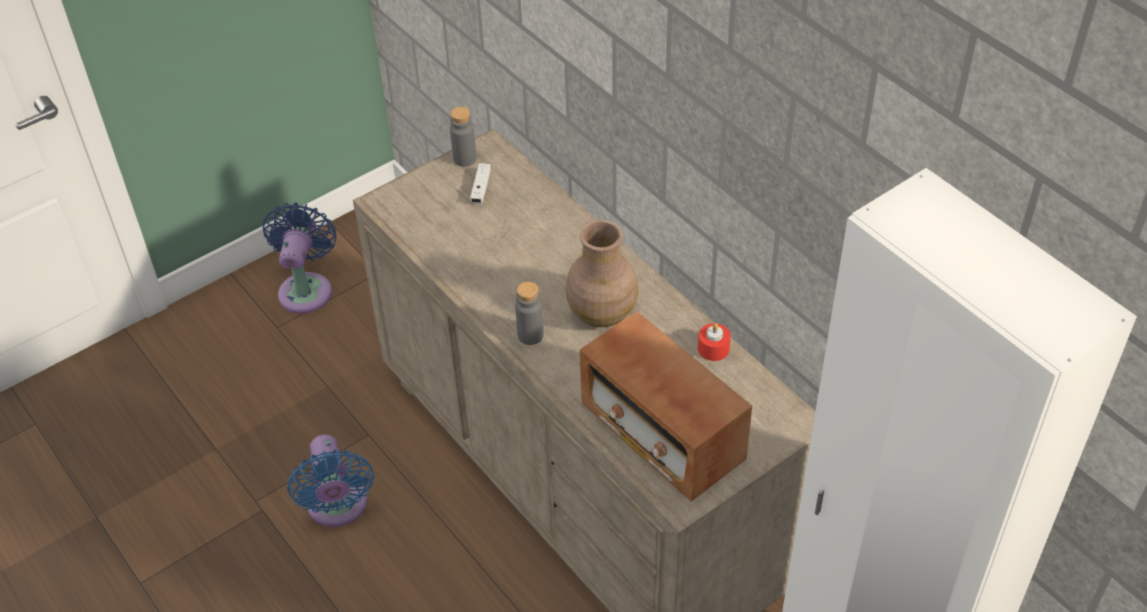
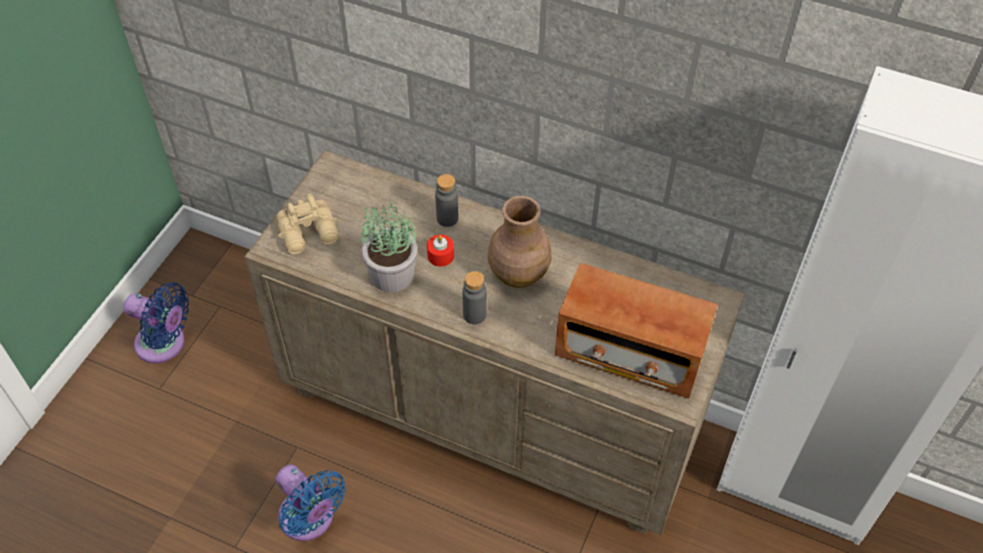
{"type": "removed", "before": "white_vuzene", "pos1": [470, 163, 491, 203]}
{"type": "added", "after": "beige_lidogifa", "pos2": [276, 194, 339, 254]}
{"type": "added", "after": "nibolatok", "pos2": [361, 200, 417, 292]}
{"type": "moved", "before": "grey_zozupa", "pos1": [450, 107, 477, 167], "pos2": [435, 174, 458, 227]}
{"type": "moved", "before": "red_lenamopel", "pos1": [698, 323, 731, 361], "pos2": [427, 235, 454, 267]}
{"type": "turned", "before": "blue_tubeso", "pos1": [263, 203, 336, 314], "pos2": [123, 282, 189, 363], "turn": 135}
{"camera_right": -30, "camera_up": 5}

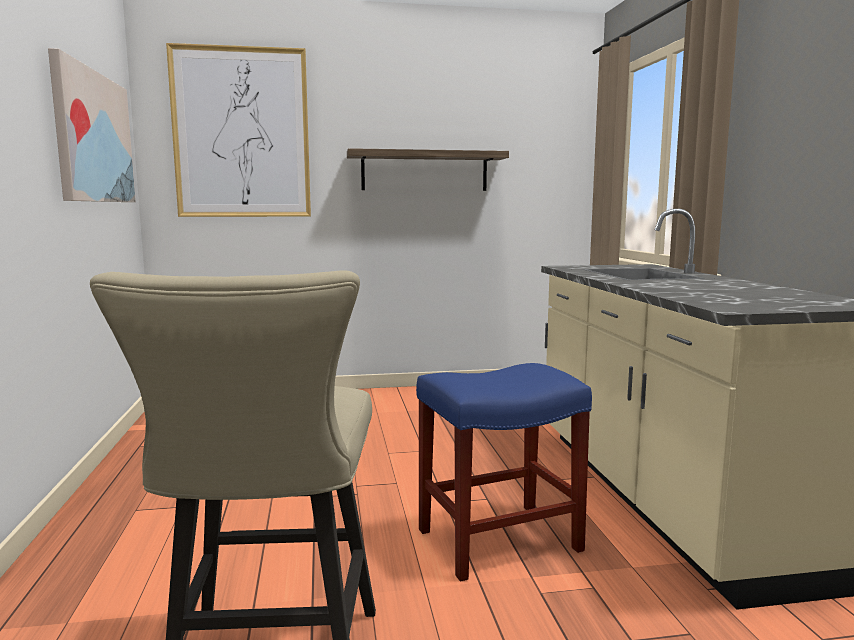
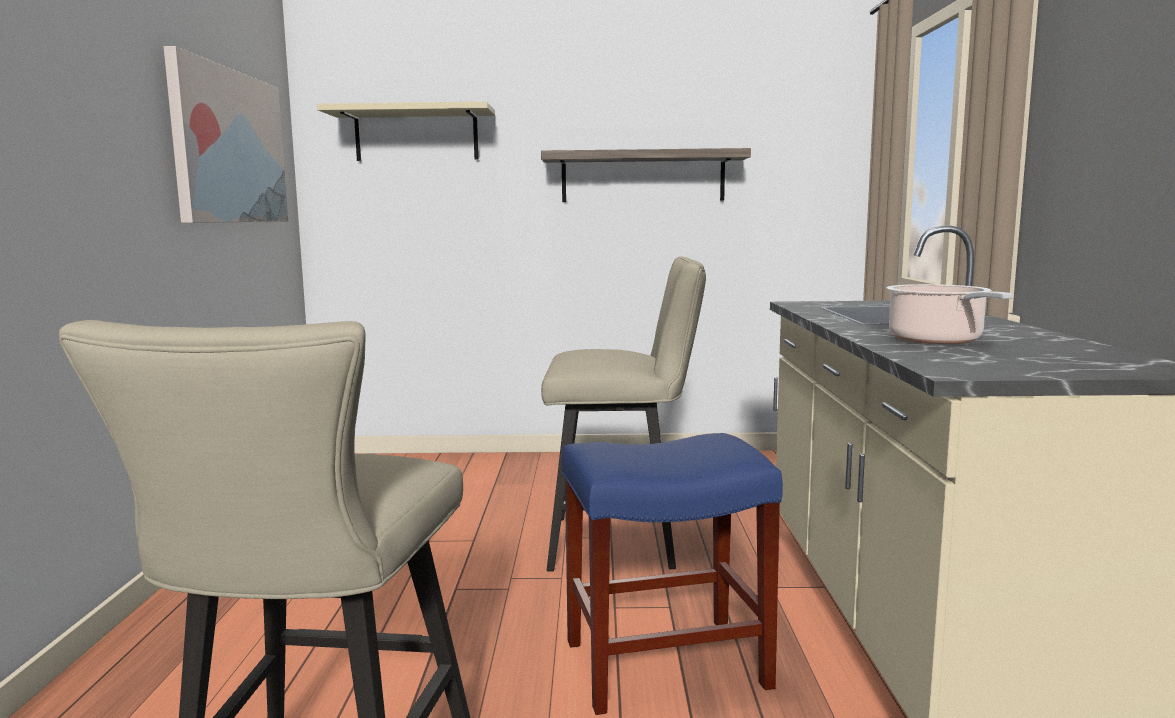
{"type": "added", "after": "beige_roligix", "pos2": [541, 256, 706, 572]}
{"type": "added", "after": "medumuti", "pos2": [887, 284, 1013, 344]}
{"type": "replaced", "before": "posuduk", "after": "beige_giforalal", "pos1": [166, 43, 311, 217], "pos2": [317, 102, 495, 161]}
{"camera_right": 10, "camera_up": 0}

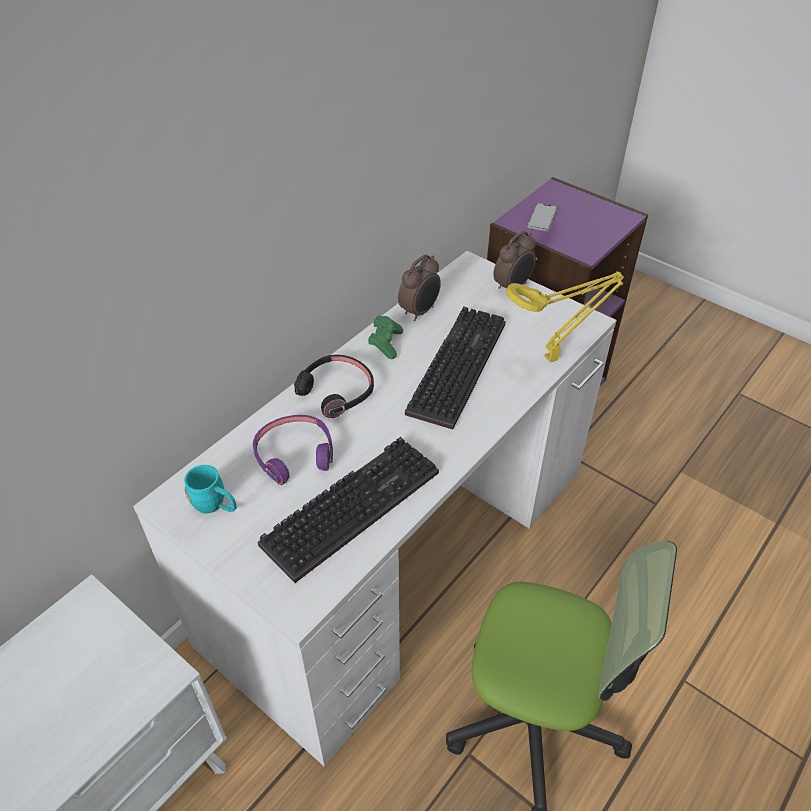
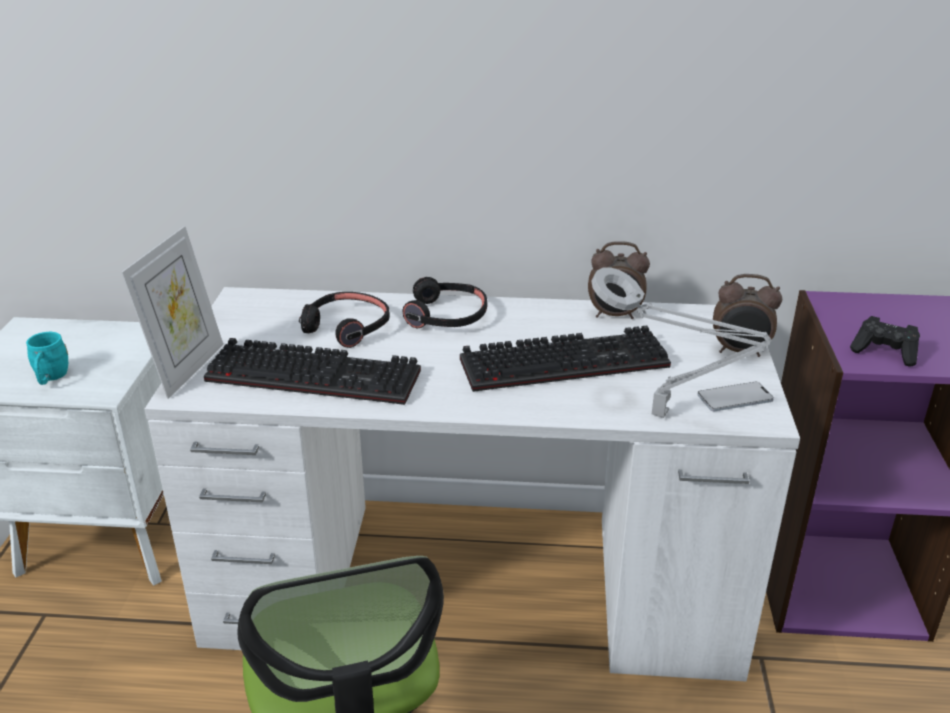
{"type": "removed", "before": "green_vuzene", "pos1": [368, 316, 403, 359]}
{"type": "added", "after": "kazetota", "pos2": [121, 226, 223, 399]}
{"type": "added", "after": "black_vuzene", "pos2": [850, 316, 920, 367]}
{"type": "moved", "before": "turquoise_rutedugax", "pos1": [184, 465, 236, 514], "pos2": [26, 332, 68, 385]}
{"type": "moved", "before": "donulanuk", "pos1": [527, 203, 557, 231], "pos2": [697, 382, 774, 411]}
{"type": "recoloured", "before": "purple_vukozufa", "after": "black_vukozufa", "pos1": [253, 415, 333, 485], "pos2": [299, 292, 390, 348]}
{"type": "recoloured", "before": "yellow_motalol", "after": "grey_motalol", "pos1": [506, 271, 624, 363], "pos2": [591, 268, 772, 418]}
{"camera_right": 55, "camera_up": -15}

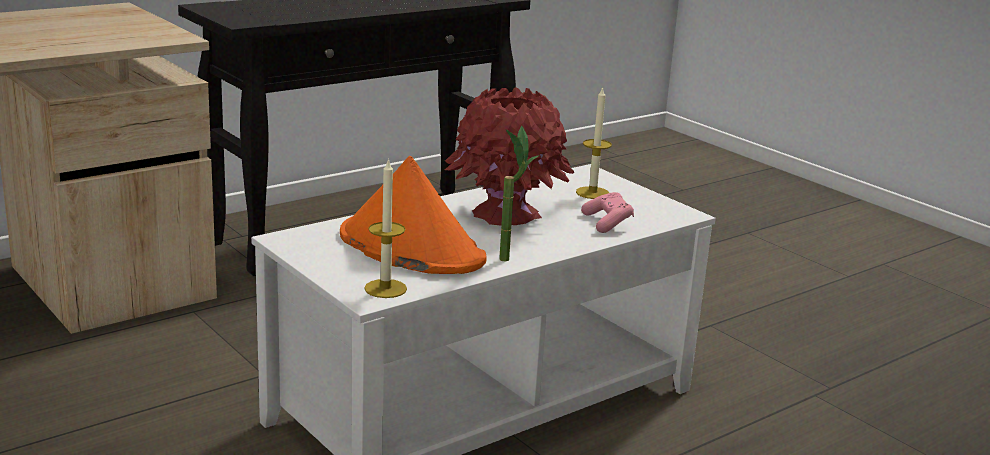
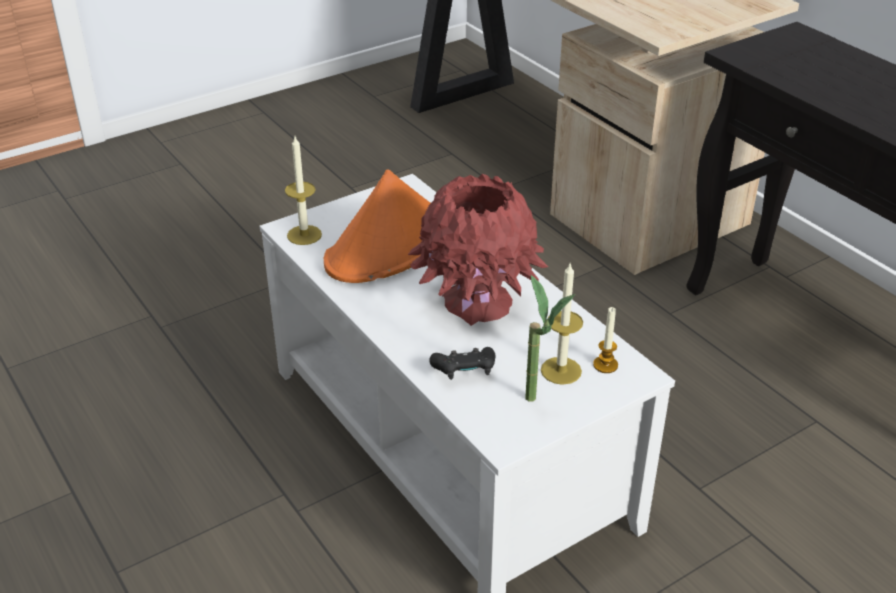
{"type": "added", "after": "lenamopel", "pos2": [593, 307, 618, 373]}
{"type": "moved", "before": "nibolatok", "pos1": [499, 125, 540, 262], "pos2": [525, 275, 575, 402]}
{"type": "recoloured", "before": "pink_vuzene", "after": "black_vuzene", "pos1": [581, 192, 634, 233], "pos2": [429, 347, 496, 380]}
{"camera_right": 95, "camera_up": 15}

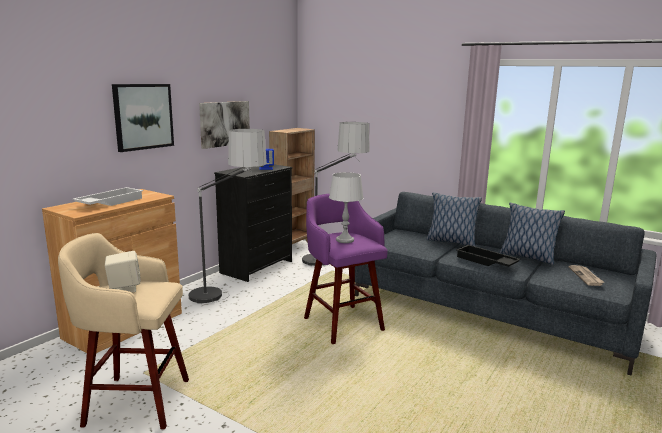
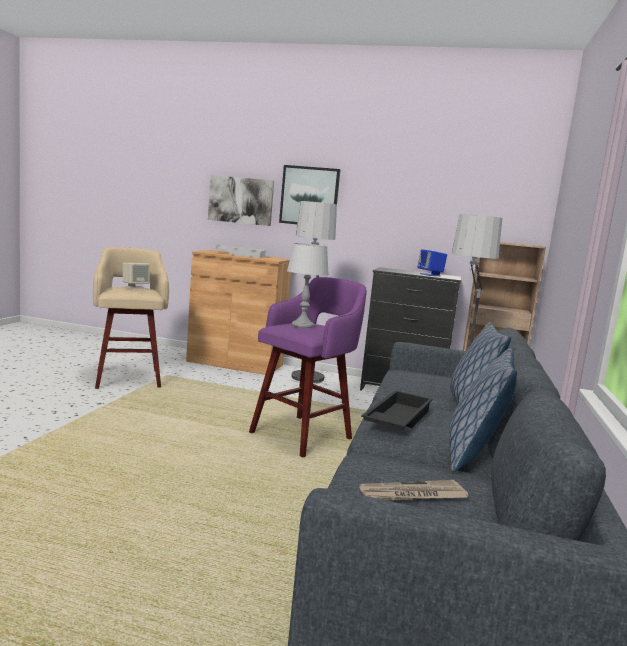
{"type": "moved", "before": "posuduk", "pos1": [199, 101, 250, 149], "pos2": [208, 175, 274, 226]}
{"camera_right": 70, "camera_up": -5}

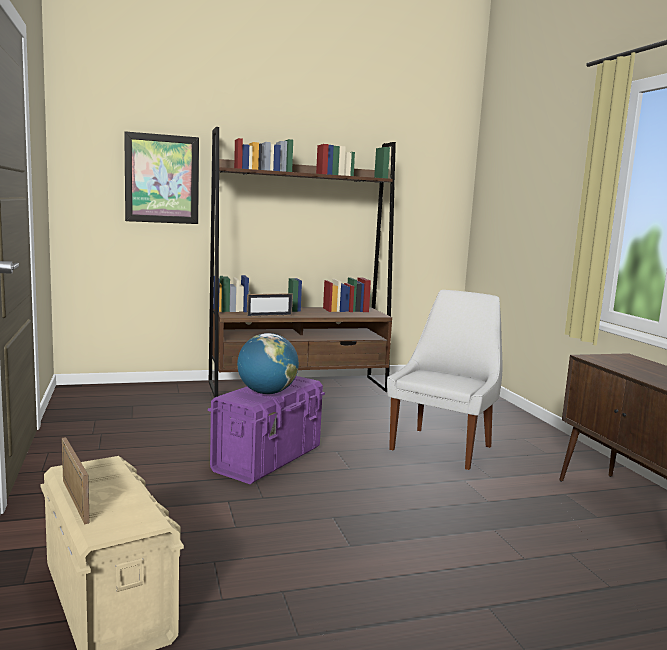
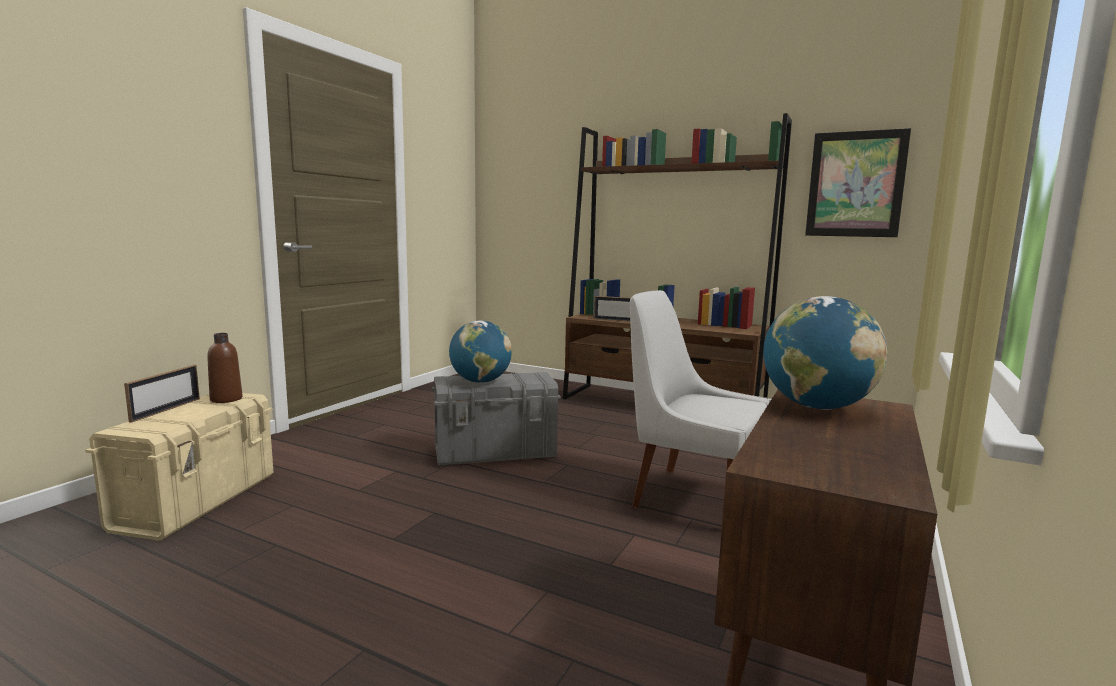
{"type": "added", "after": "brown_zozupa", "pos2": [207, 333, 243, 403]}
{"type": "added", "after": "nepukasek", "pos2": [763, 296, 887, 409]}
{"type": "moved", "before": "posuduk", "pos1": [124, 131, 199, 224], "pos2": [805, 128, 911, 237]}
{"type": "recoloured", "before": "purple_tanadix", "after": "grey_tanadix", "pos1": [208, 376, 325, 484], "pos2": [432, 372, 561, 466]}
{"type": "turned", "before": "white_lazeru", "pos1": [387, 290, 502, 470], "pos2": [630, 290, 769, 508], "turn": -135}
{"camera_right": 45, "camera_up": 0}

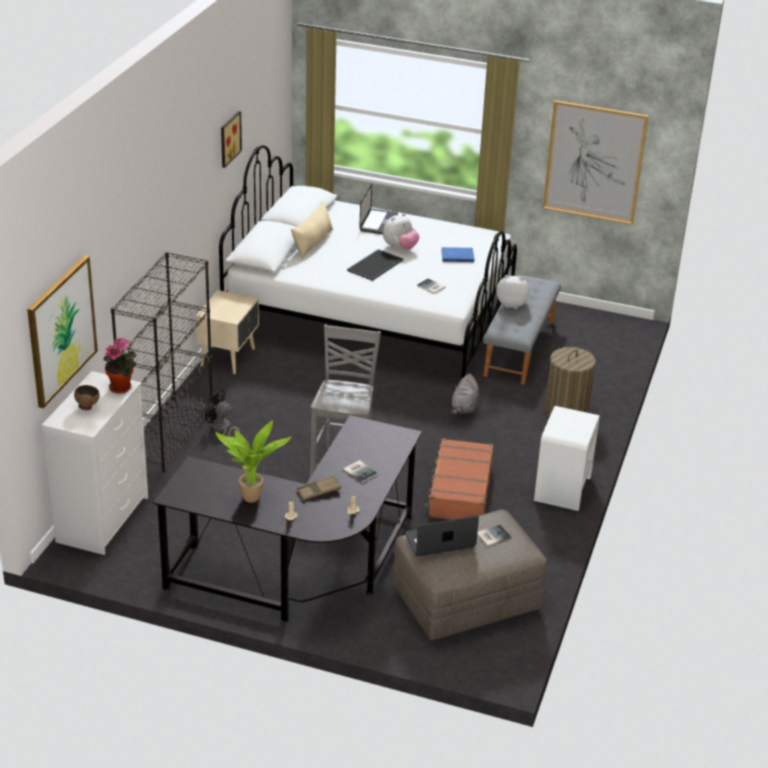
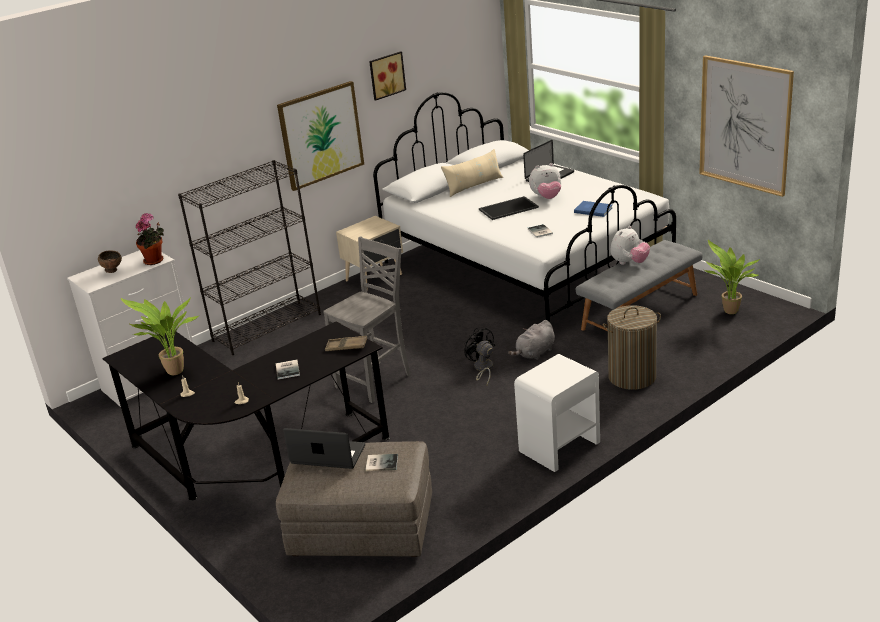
{"type": "removed", "before": "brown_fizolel", "pos1": [425, 438, 493, 520]}
{"type": "added", "after": "nibolatok", "pos2": [704, 240, 761, 314]}
{"type": "moved", "before": "posuduk", "pos1": [27, 255, 98, 408], "pos2": [277, 81, 364, 191]}
{"type": "moved", "before": "black_tubeso", "pos1": [205, 388, 240, 437], "pos2": [464, 328, 495, 385]}
{"type": "moved", "before": "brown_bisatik", "pos1": [296, 475, 342, 500], "pos2": [325, 336, 367, 351]}
{"type": "turned", "before": "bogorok", "pos1": [496, 275, 530, 309], "pos2": [611, 226, 650, 265], "turn": 90}
{"camera_right": 35, "camera_up": -5}

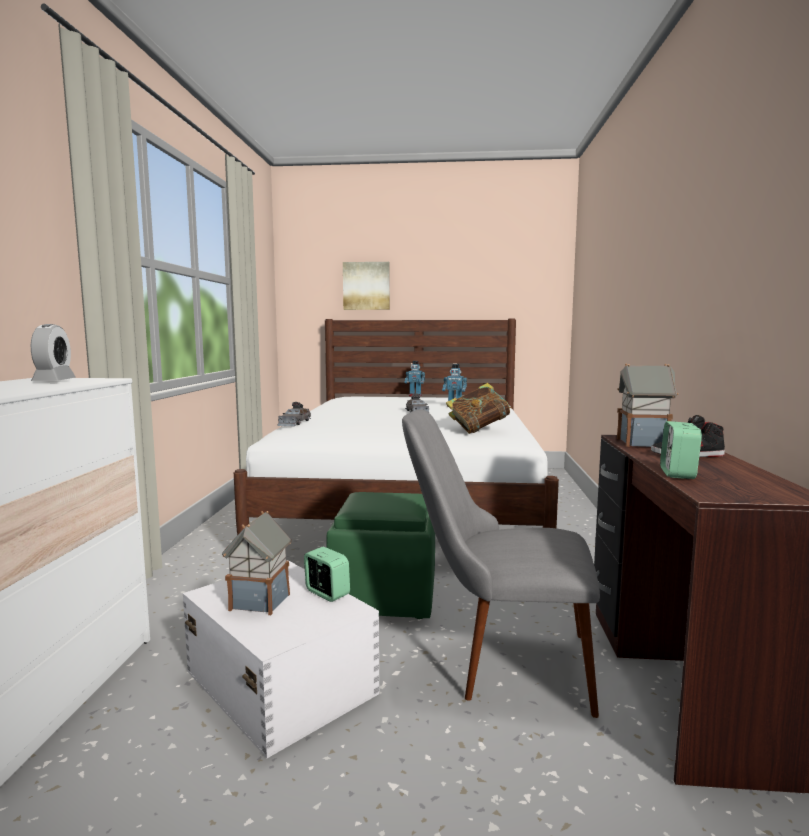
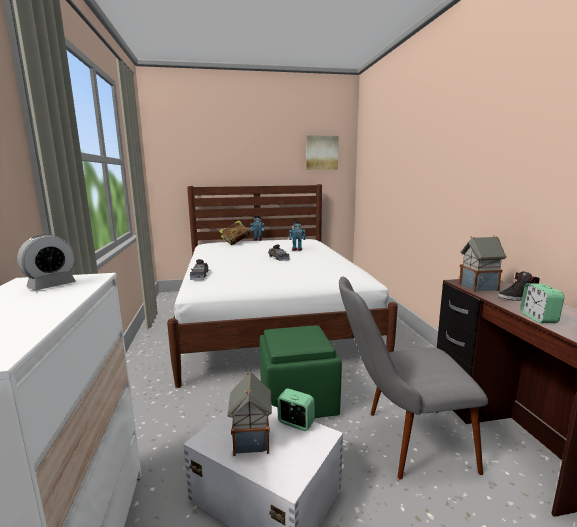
{"type": "moved", "before": "posuduk", "pos1": [343, 262, 390, 310], "pos2": [306, 135, 338, 170]}
{"type": "moved", "before": "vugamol", "pos1": [446, 383, 512, 434], "pos2": [219, 220, 250, 245]}
{"type": "turned", "before": "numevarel", "pos1": [31, 324, 76, 381], "pos2": [17, 234, 76, 290], "turn": 60}
{"camera_right": -15, "camera_up": 5}

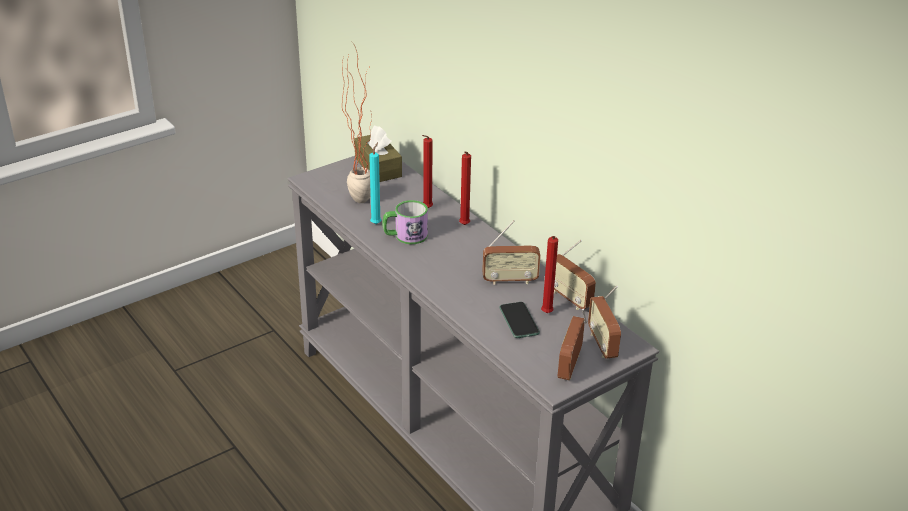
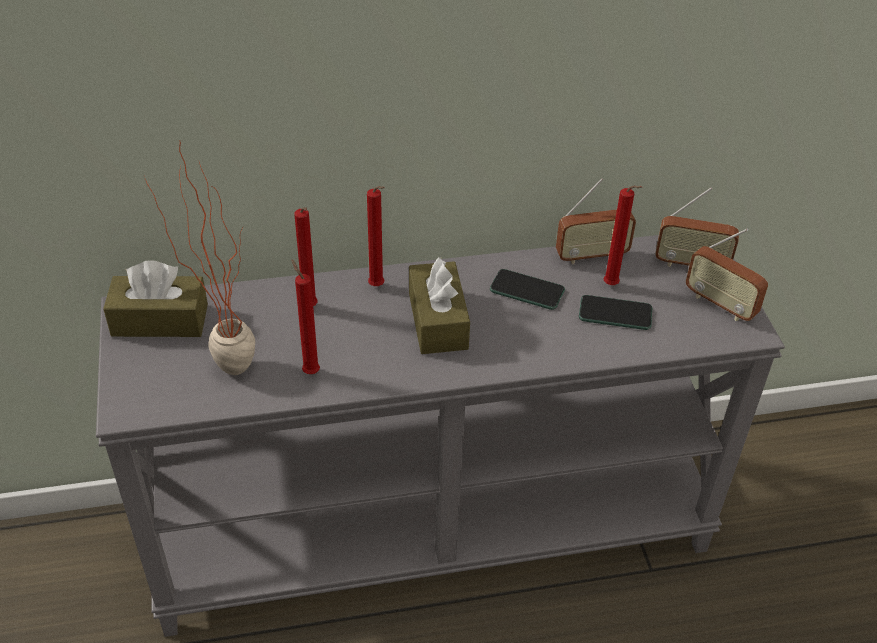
{"type": "removed", "before": "rutedugax", "pos1": [382, 200, 428, 244]}
{"type": "added", "after": "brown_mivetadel", "pos2": [409, 257, 470, 354]}
{"type": "replaced", "before": "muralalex", "after": "donulanuk", "pos1": [482, 220, 541, 285], "pos2": [490, 269, 565, 310]}
{"type": "recoloured", "before": "turquoise_lenamopel", "after": "red_lenamopel", "pos1": [369, 142, 381, 224], "pos2": [291, 259, 320, 374]}
{"camera_right": -65, "camera_up": 10}

